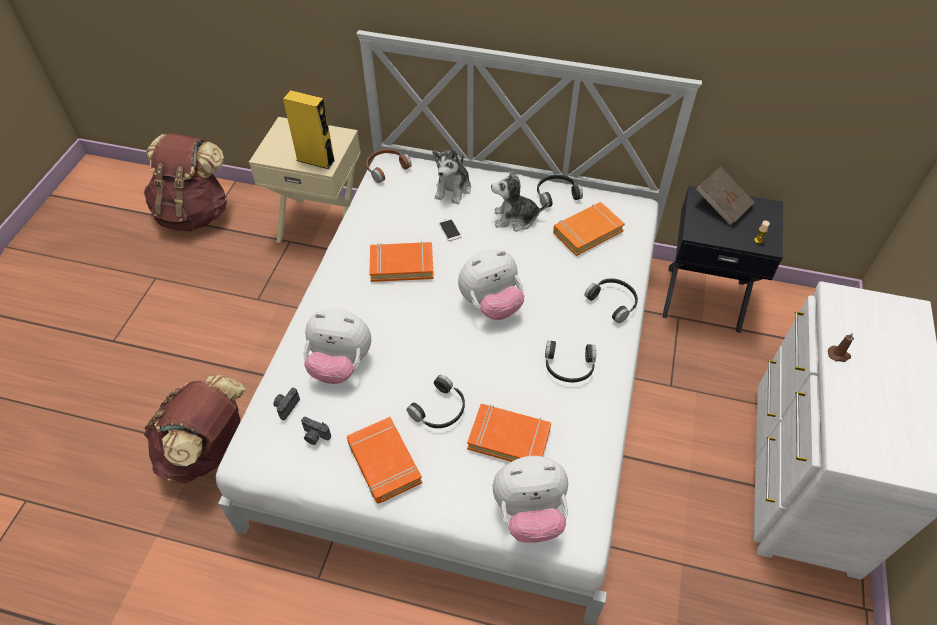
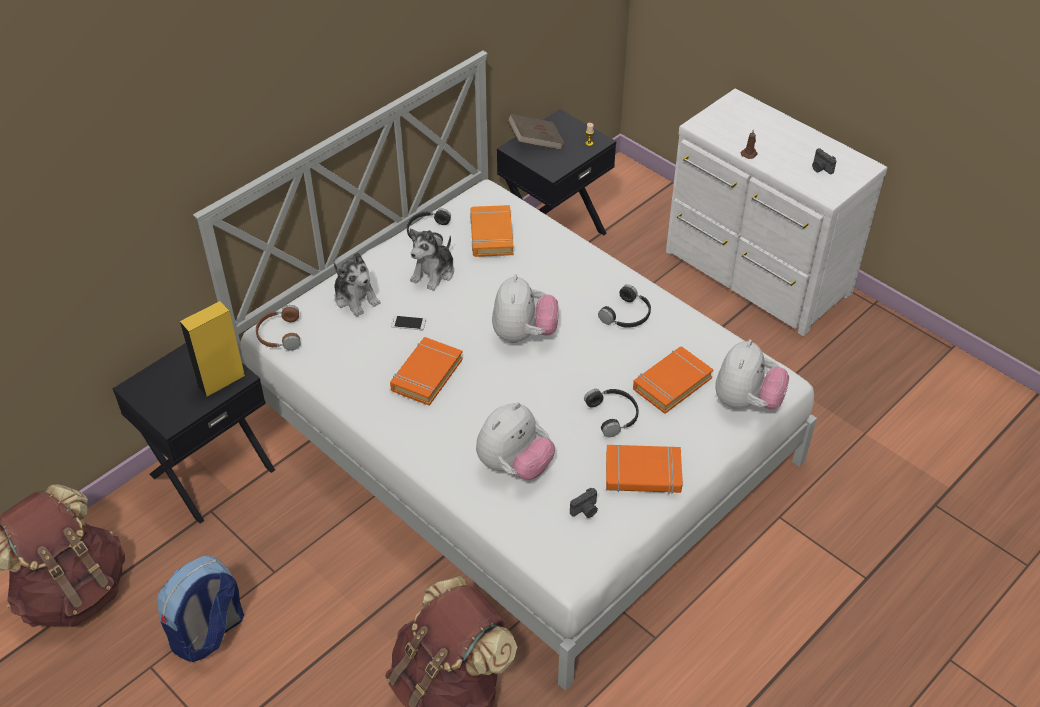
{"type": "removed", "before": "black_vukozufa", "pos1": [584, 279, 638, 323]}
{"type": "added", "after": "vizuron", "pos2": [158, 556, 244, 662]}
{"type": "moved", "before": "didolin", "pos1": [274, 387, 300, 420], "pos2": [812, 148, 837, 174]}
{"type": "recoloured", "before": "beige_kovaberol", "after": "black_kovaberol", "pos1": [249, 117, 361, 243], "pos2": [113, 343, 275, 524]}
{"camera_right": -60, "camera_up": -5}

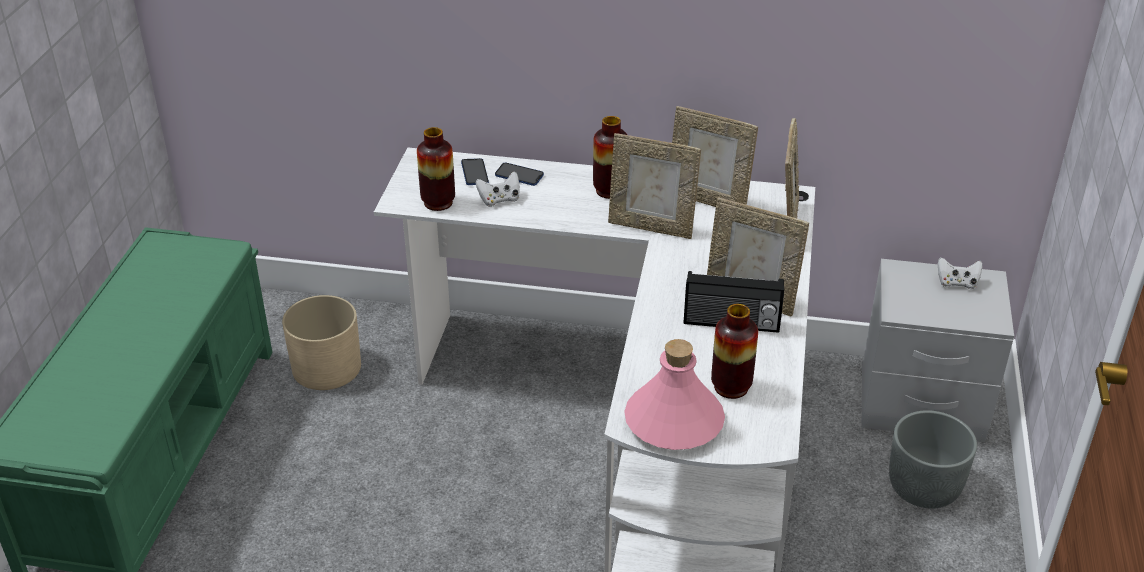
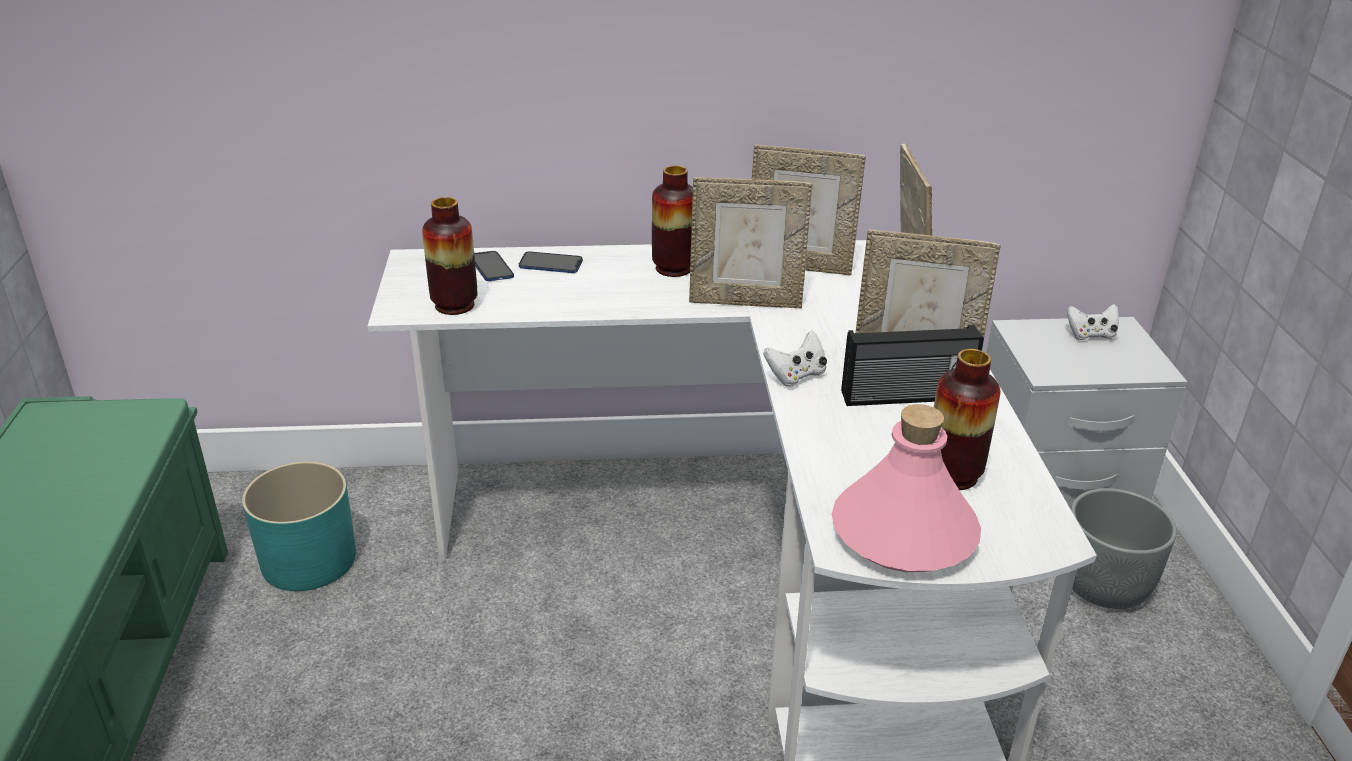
{"type": "moved", "before": "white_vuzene", "pos1": [476, 171, 520, 207], "pos2": [763, 331, 827, 387]}
{"type": "recoloured", "before": "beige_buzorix", "after": "turquoise_buzorix", "pos1": [282, 295, 361, 390], "pos2": [242, 461, 356, 591]}
{"camera_right": -15, "camera_up": -5}

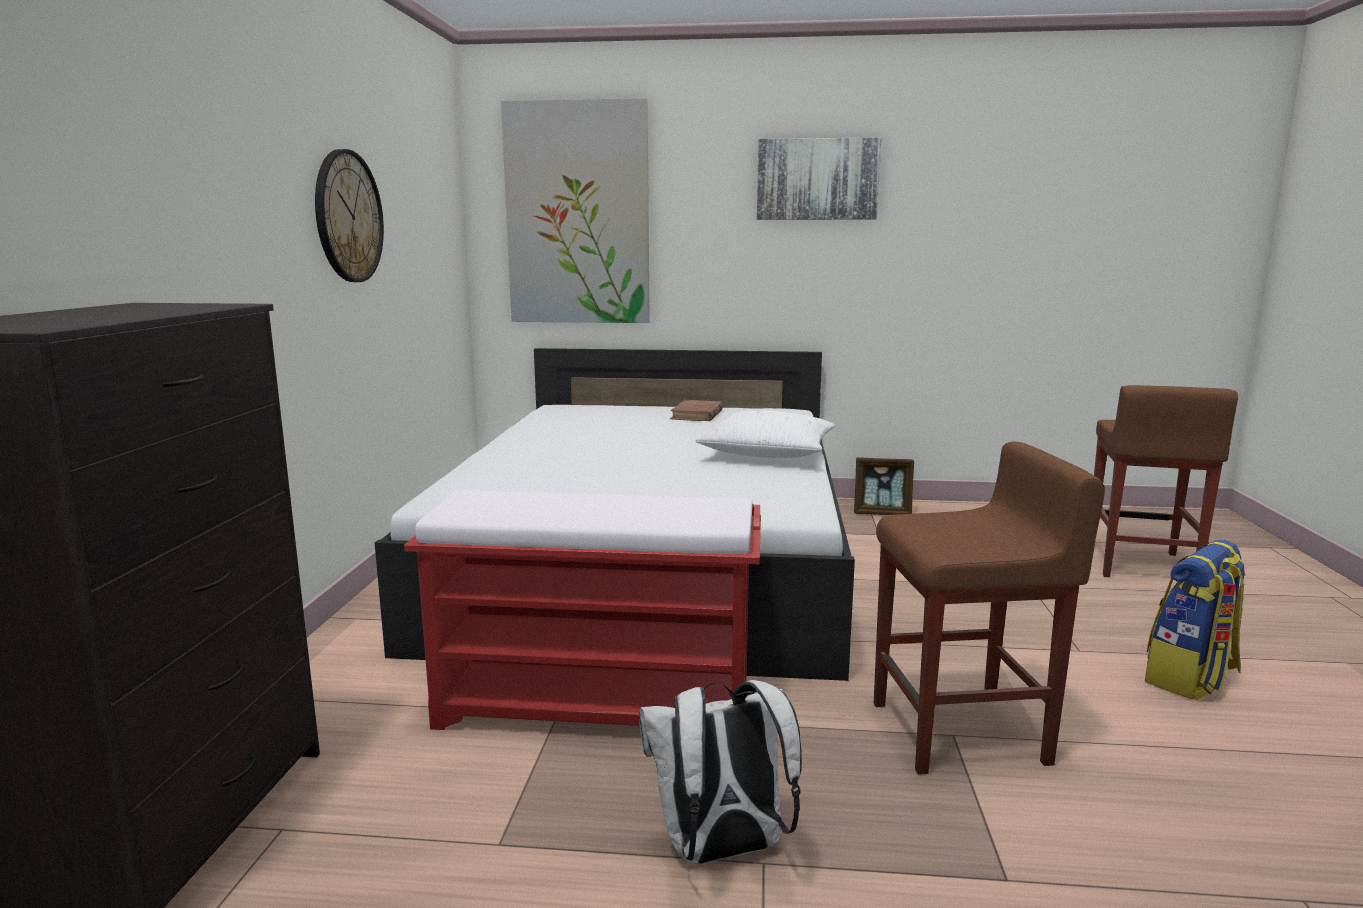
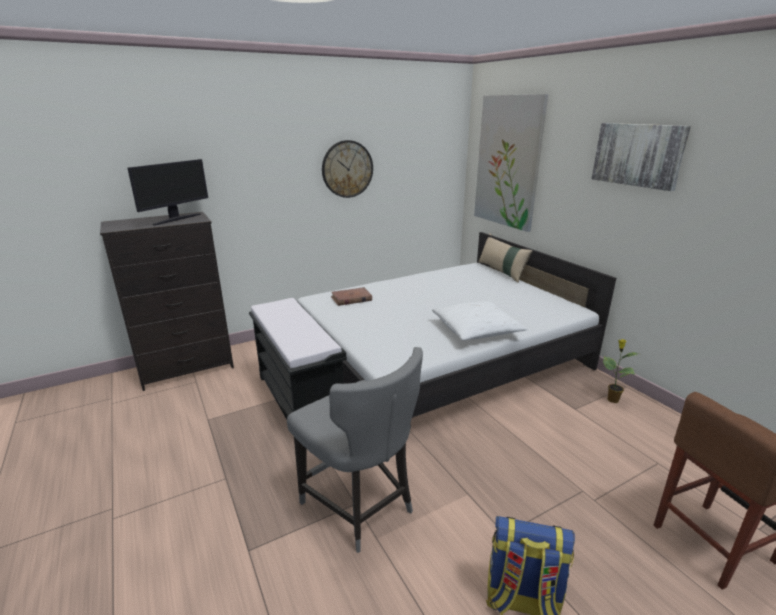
{"type": "removed", "before": "white_vizuron", "pos1": [639, 680, 802, 864]}
{"type": "added", "after": "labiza", "pos2": [128, 159, 208, 225]}
{"type": "added", "after": "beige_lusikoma", "pos2": [479, 233, 533, 283]}
{"type": "moved", "before": "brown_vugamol", "pos1": [670, 400, 723, 421], "pos2": [331, 287, 372, 306]}
{"type": "replaced", "before": "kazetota", "after": "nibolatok", "pos1": [854, 457, 914, 515], "pos2": [603, 339, 639, 403]}
{"type": "replaced", "before": "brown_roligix", "after": "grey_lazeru", "pos1": [874, 442, 1105, 775], "pos2": [287, 347, 423, 553]}
{"type": "recoloured", "before": "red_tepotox", "after": "black_tepotox", "pos1": [404, 490, 761, 730], "pos2": [249, 298, 347, 419]}
{"camera_right": 55, "camera_up": 10}

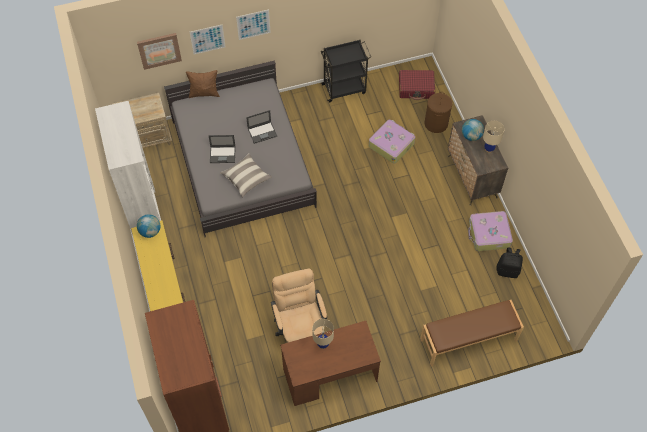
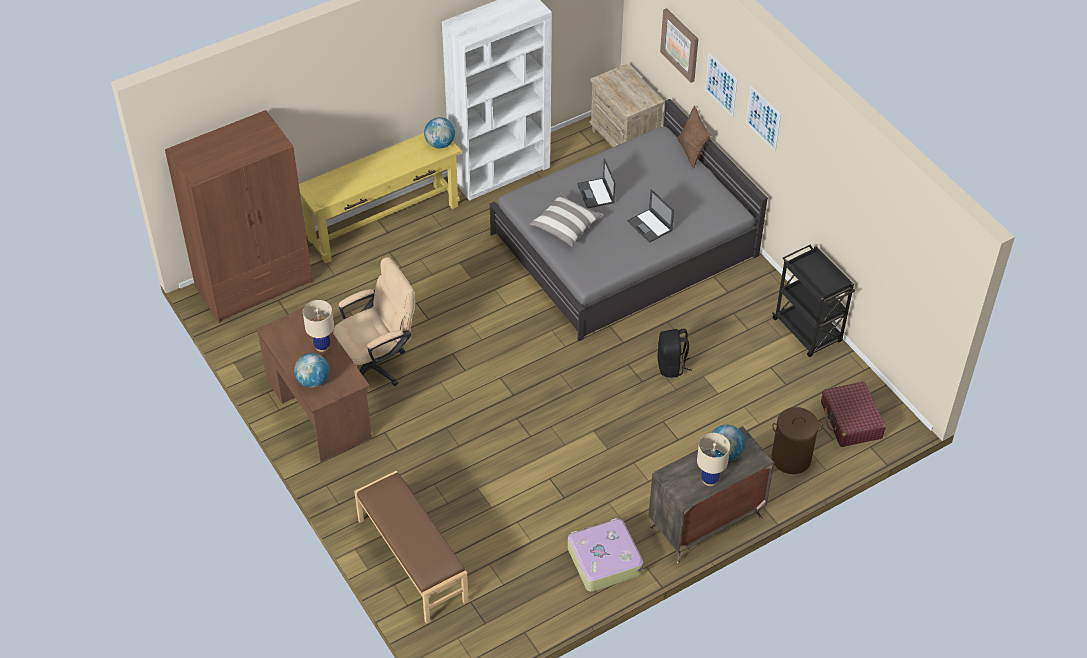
{"type": "removed", "before": "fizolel", "pos1": [369, 120, 415, 164]}
{"type": "added", "after": "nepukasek", "pos2": [294, 353, 330, 388]}
{"type": "moved", "before": "black_vizuron", "pos1": [496, 247, 523, 278], "pos2": [658, 329, 692, 378]}
{"camera_right": 75, "camera_up": -10}

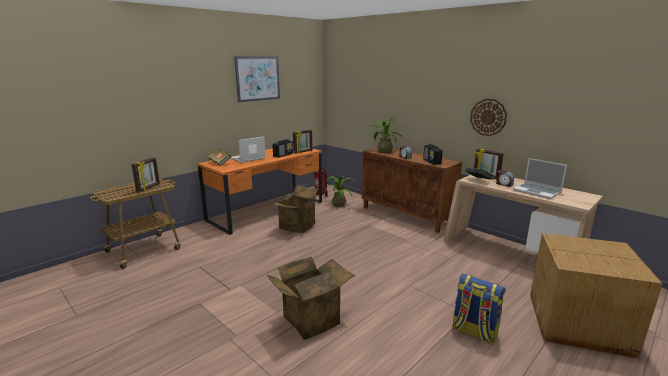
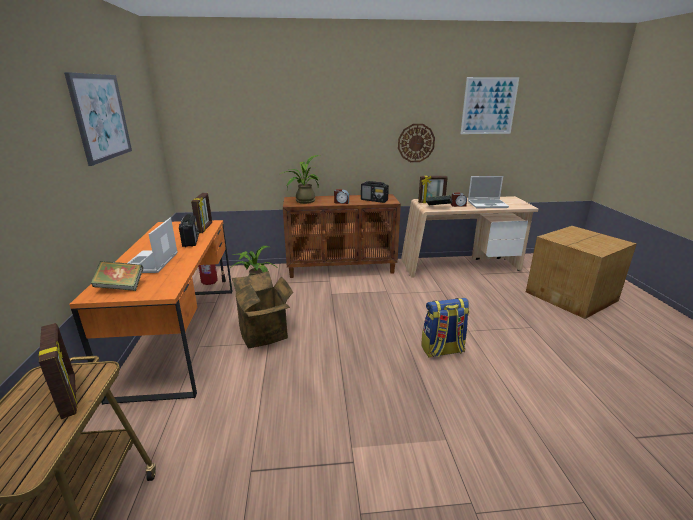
{"type": "removed", "before": "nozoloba", "pos1": [267, 257, 355, 340]}
{"type": "added", "after": "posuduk", "pos2": [461, 77, 519, 134]}
{"type": "moved", "before": "vizuron", "pos1": [452, 273, 506, 345], "pos2": [421, 298, 470, 357]}
{"camera_right": -50, "camera_up": 5}

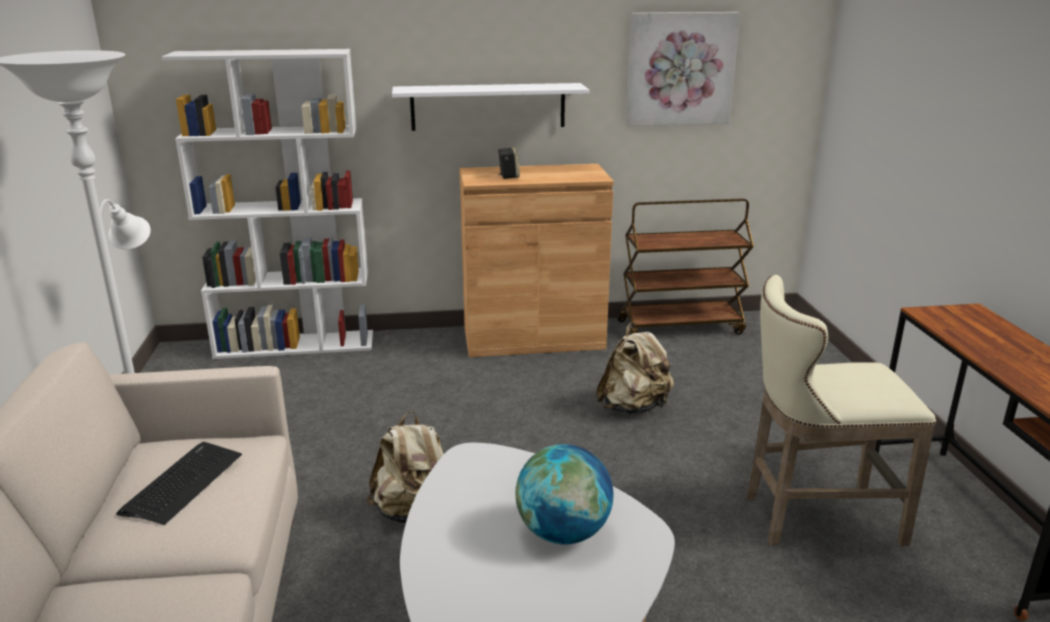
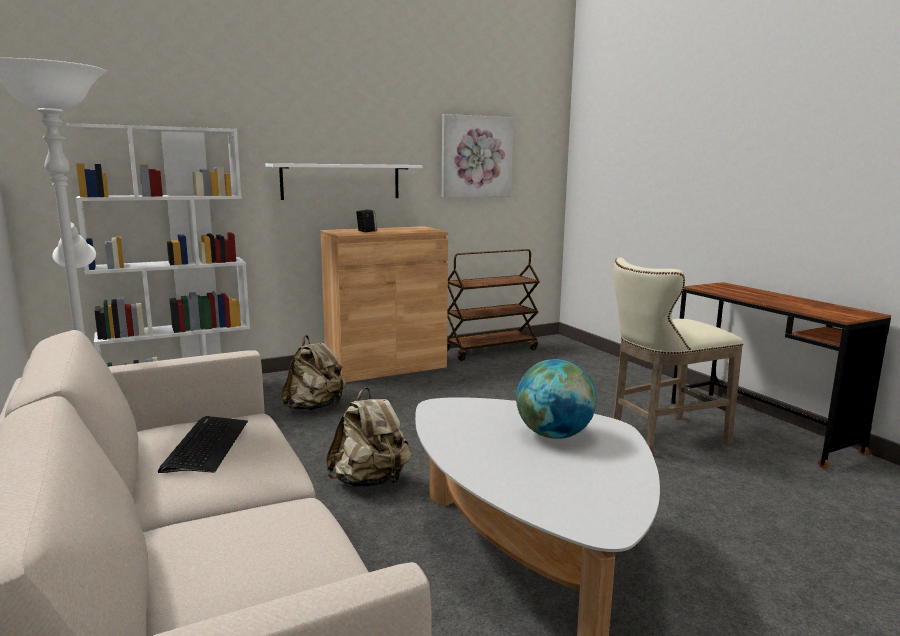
{"type": "moved", "before": "beige_vizuron", "pos1": [596, 323, 674, 414], "pos2": [281, 335, 346, 411]}
{"camera_right": -20, "camera_up": -10}

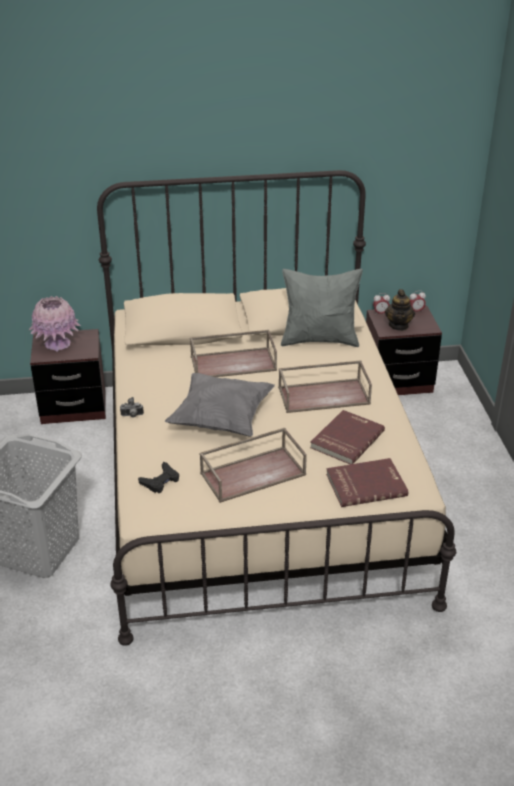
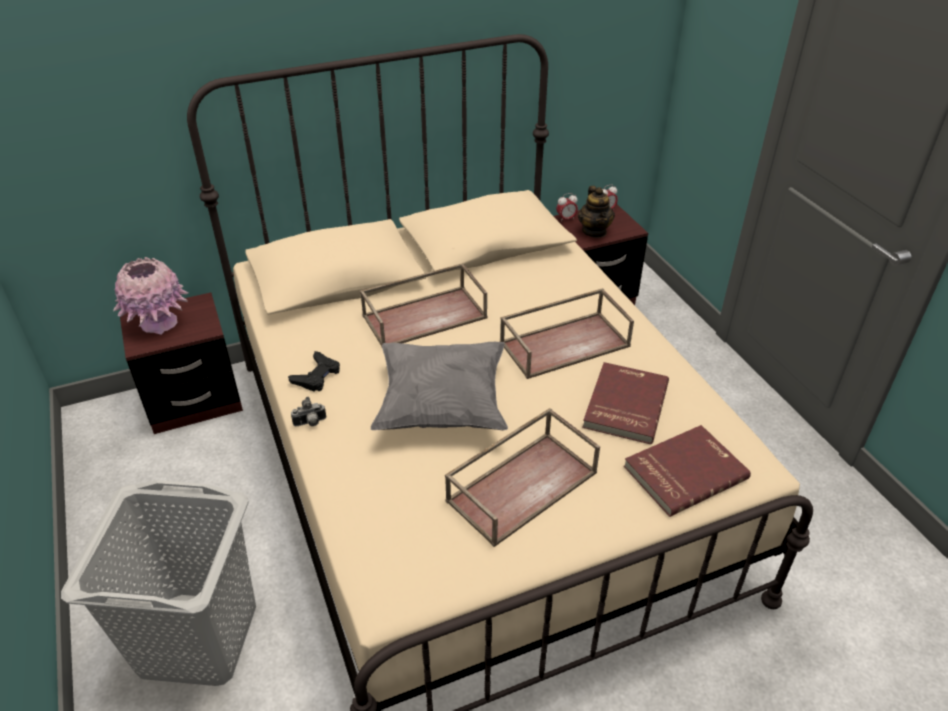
{"type": "removed", "before": "grey_lusikoma", "pos1": [281, 269, 363, 347]}
{"type": "moved", "before": "black_vuzene", "pos1": [138, 462, 179, 493], "pos2": [288, 351, 340, 391]}
{"camera_right": -15, "camera_up": 5}

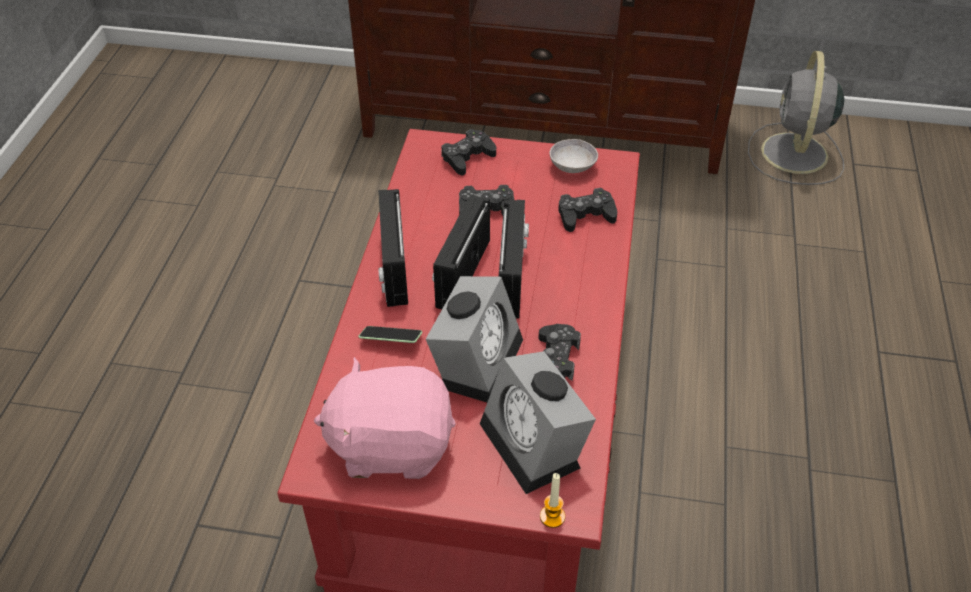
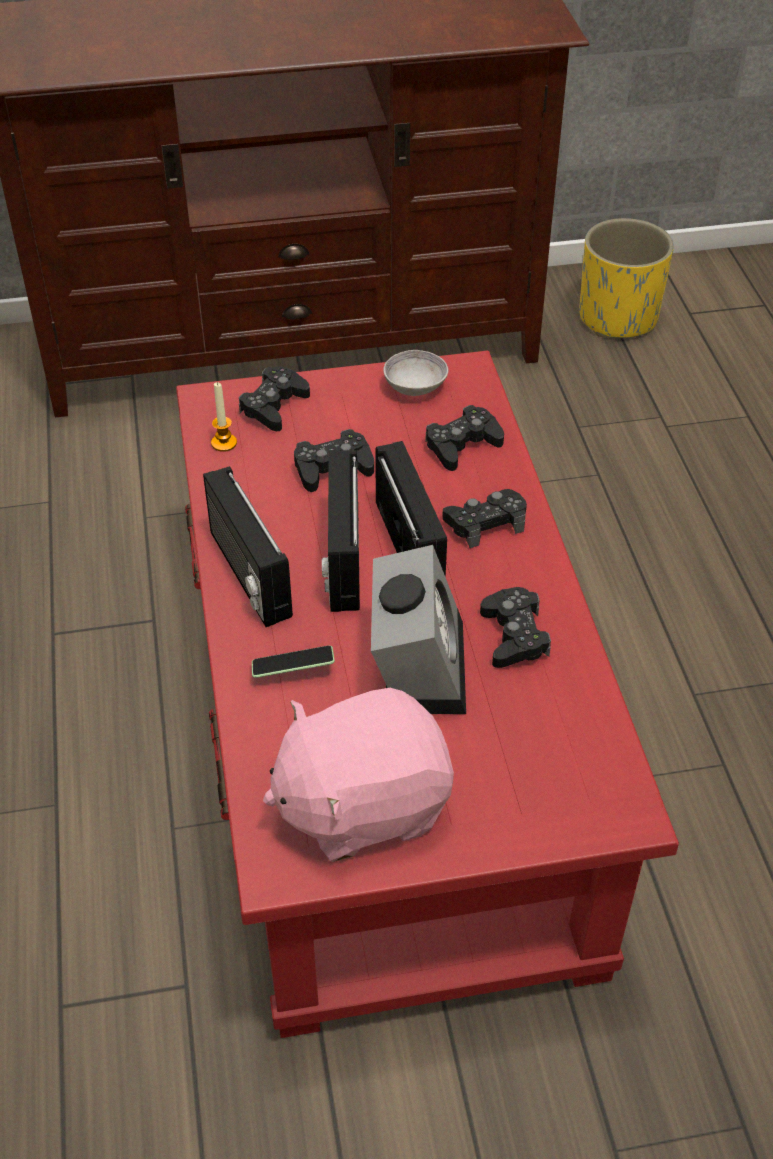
{"type": "removed", "before": "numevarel", "pos1": [480, 351, 596, 494]}
{"type": "added", "after": "black_vuzene", "pos2": [442, 489, 527, 548]}
{"type": "moved", "before": "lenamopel", "pos1": [540, 473, 565, 528], "pos2": [211, 382, 237, 452]}
{"type": "replaced", "before": "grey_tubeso", "after": "yellow_buzorix", "pos1": [748, 51, 844, 185], "pos2": [579, 218, 674, 338]}
{"camera_right": -20, "camera_up": 0}

